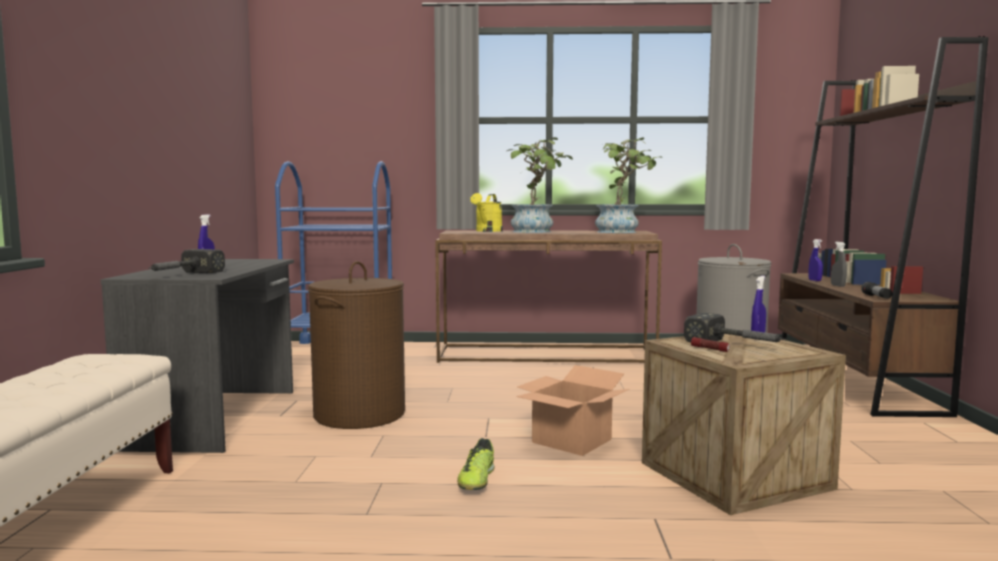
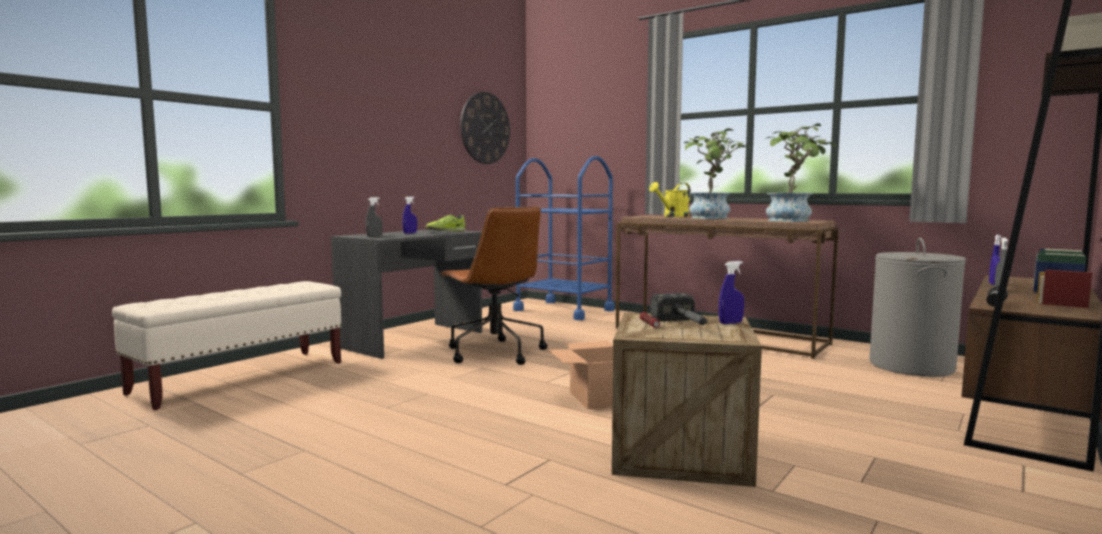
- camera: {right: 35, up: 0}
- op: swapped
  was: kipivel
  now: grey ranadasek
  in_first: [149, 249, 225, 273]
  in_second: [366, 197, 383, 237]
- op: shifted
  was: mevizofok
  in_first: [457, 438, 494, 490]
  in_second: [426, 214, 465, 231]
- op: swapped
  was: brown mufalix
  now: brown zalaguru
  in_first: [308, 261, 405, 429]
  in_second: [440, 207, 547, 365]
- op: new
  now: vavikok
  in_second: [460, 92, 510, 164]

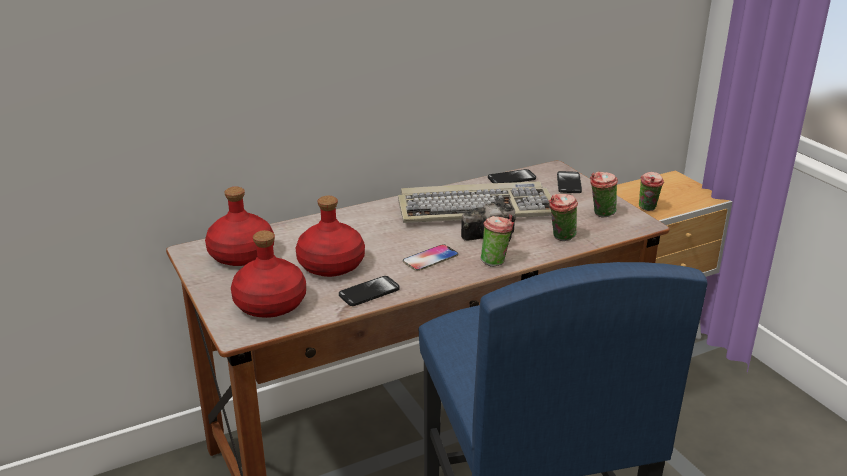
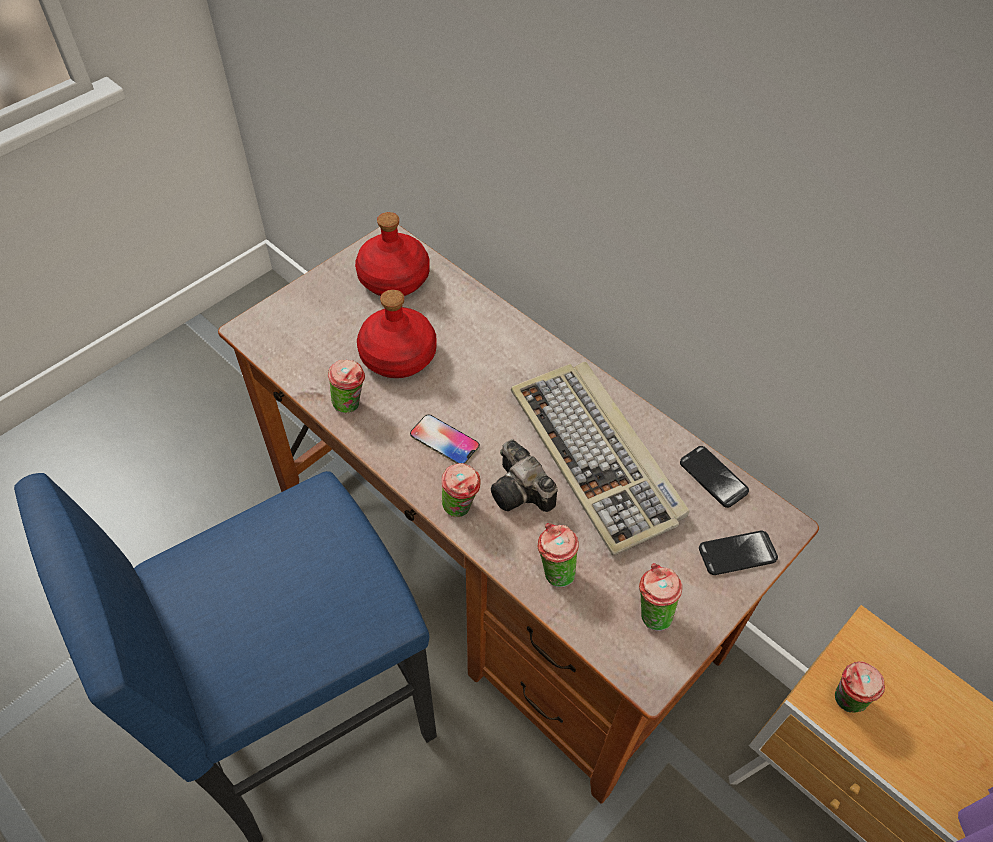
- camera: {right: 70, up: 25}
- op: swapped
  was: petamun
  now: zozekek
  in_first: [339, 276, 400, 306]
  in_second: [328, 360, 365, 413]
- op: gone
  was: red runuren
  in_first: [231, 230, 306, 318]

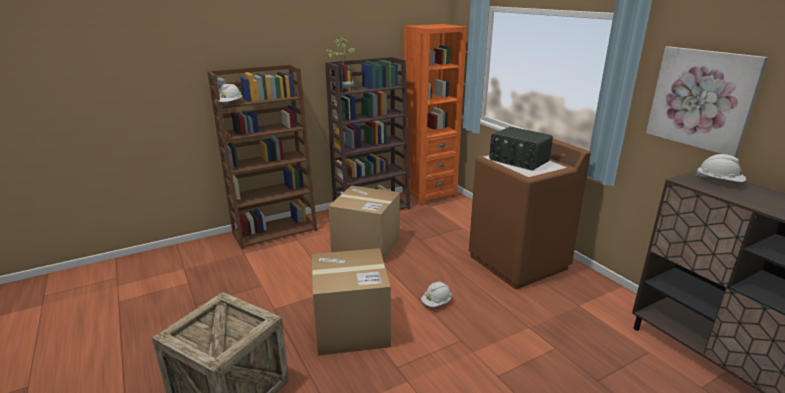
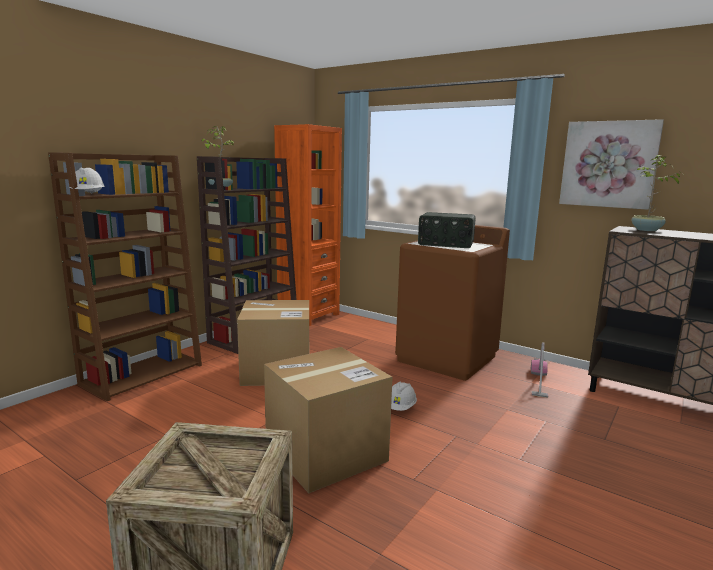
- camera: {right: -25, up: -10}
- op: new
  now: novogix
  in_second: [531, 342, 548, 398]
- op: swapped
  was: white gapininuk
  now: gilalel
  in_first: [696, 154, 746, 182]
  in_second: [632, 155, 684, 231]

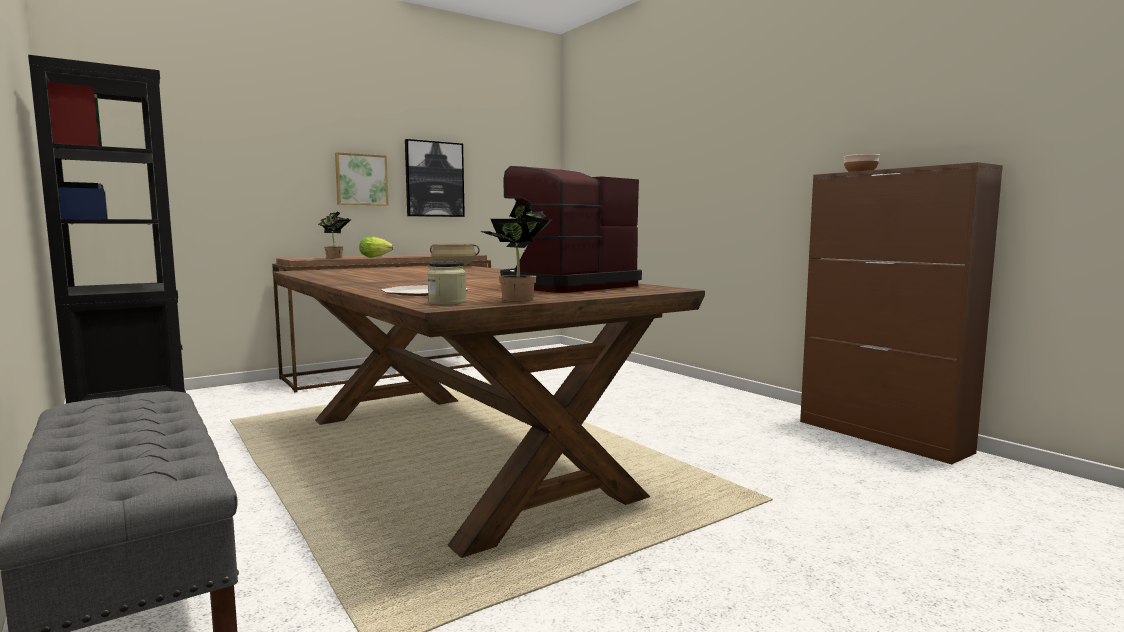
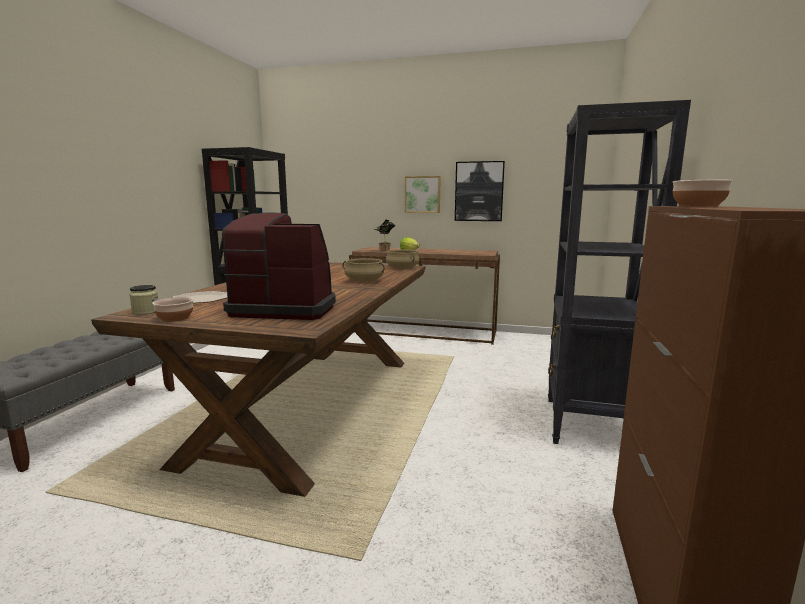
- camera: {right: 50, up: 5}
- op: swapped
  was: gilalel
  now: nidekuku
  in_first: [480, 201, 553, 301]
  in_second: [152, 297, 193, 322]
- op: new
  now: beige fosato
  in_second: [343, 258, 385, 282]
- op: new
  now: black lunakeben
  in_second: [548, 100, 691, 444]

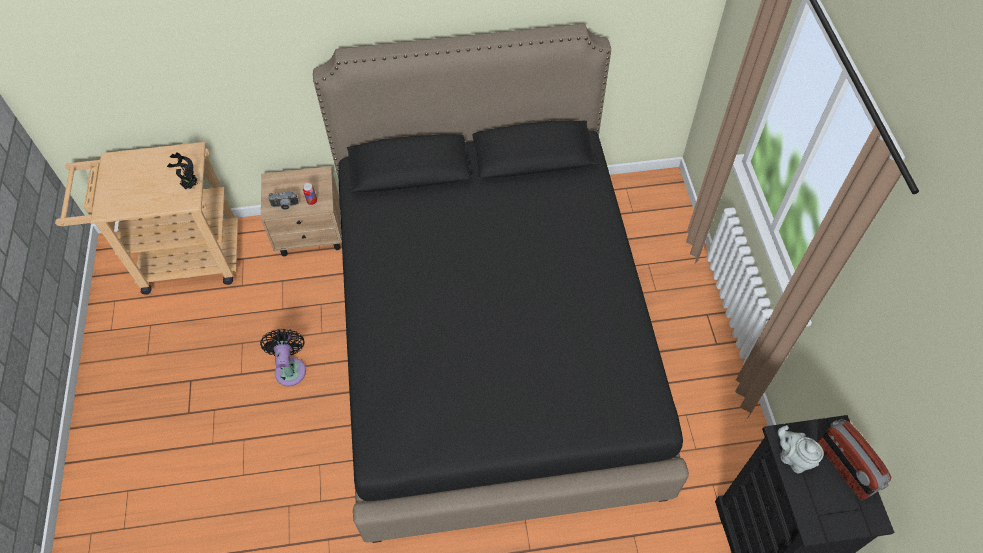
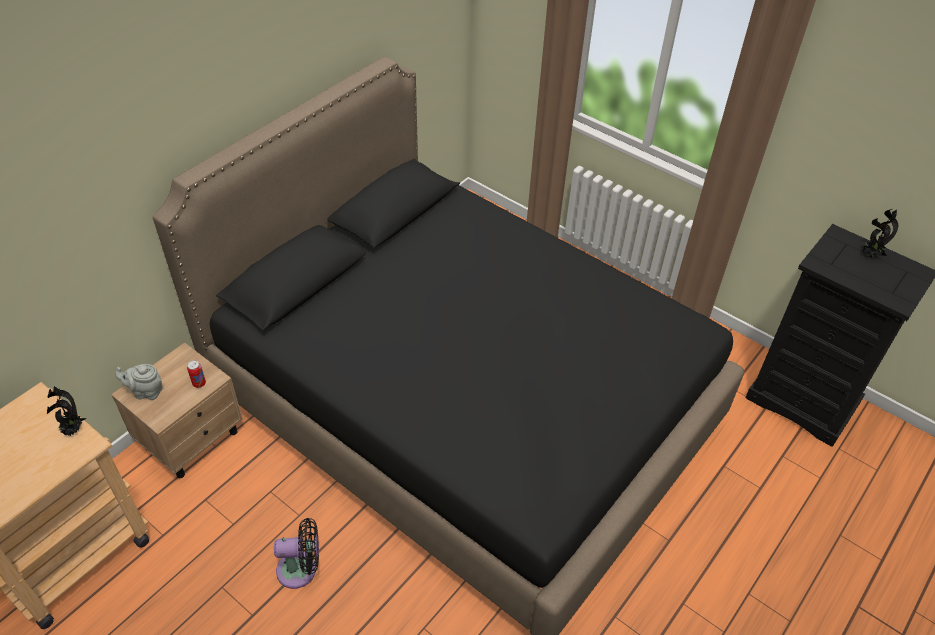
- camera: {right: -45, up: -10}
- op: shifted
  was: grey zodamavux
  in_first: [778, 425, 824, 473]
  in_second: [115, 364, 163, 400]
- op: rotated
  was: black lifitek
  in_first: [260, 329, 306, 386]
  in_second: [274, 518, 319, 589]
  clockwise: 135
- op: swapped
  was: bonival
  now: gilalel
  in_first: [818, 419, 891, 500]
  in_second: [863, 209, 898, 257]
- op: gone
  was: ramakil
  in_first: [268, 191, 299, 210]

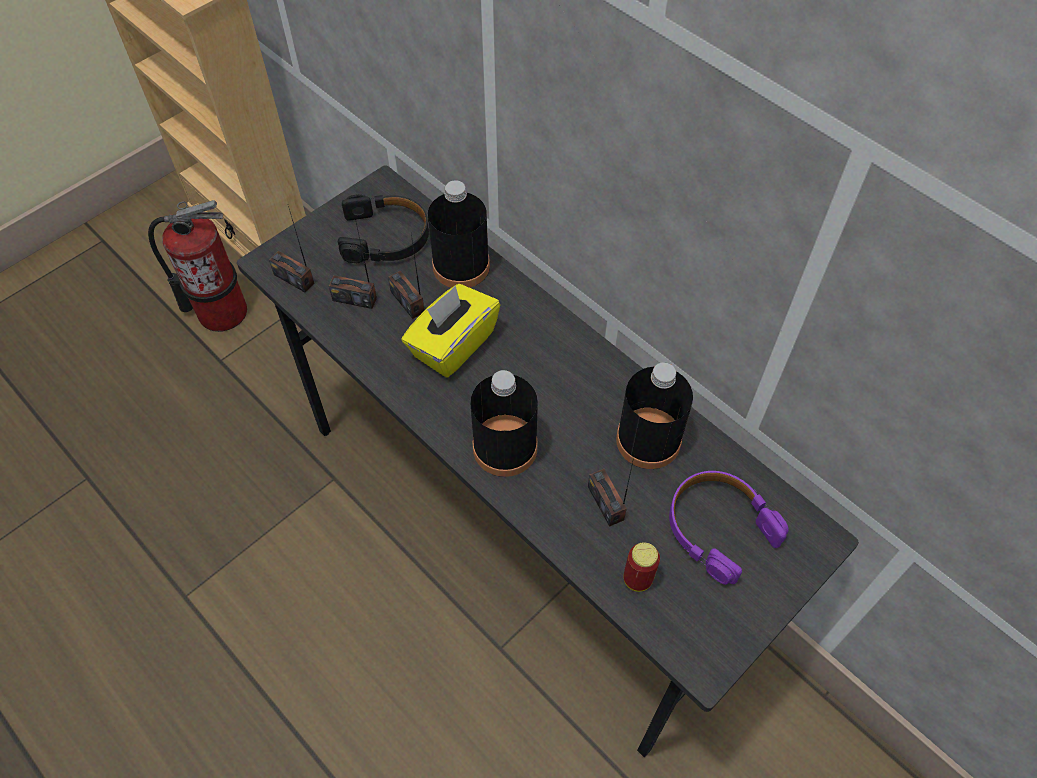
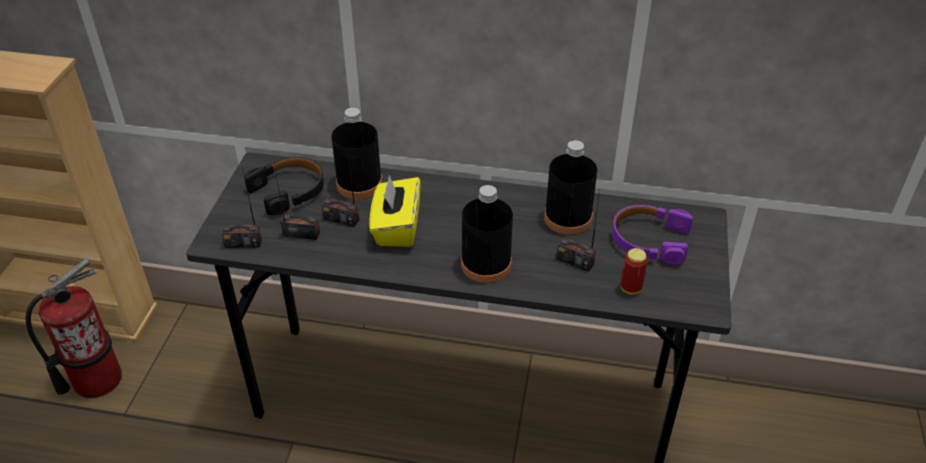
- camera: {right: -35, up: -15}
- op: rotated
  was: bonival
  in_first: [329, 223, 377, 309]
  in_second: [274, 165, 320, 240]
  clockwise: -150

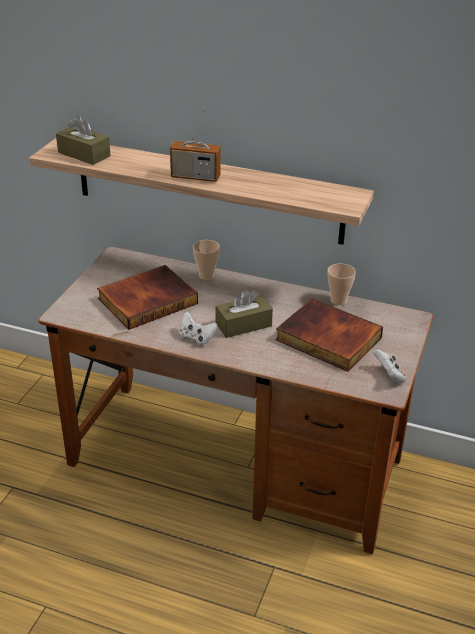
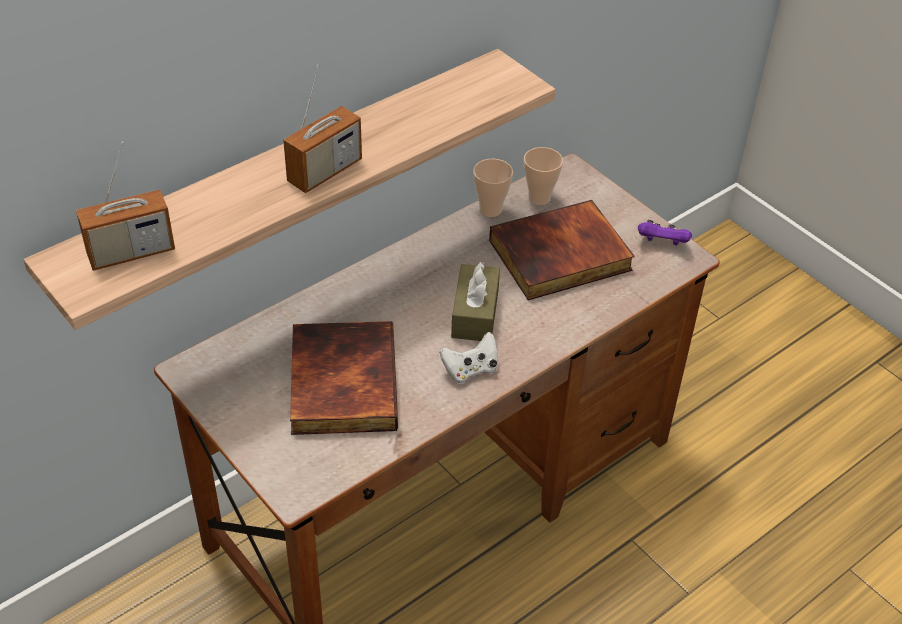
- camera: {right: -60, up: 10}
- op: swapped
  was: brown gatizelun
  now: bonival
  in_first: [56, 115, 111, 165]
  in_second: [76, 142, 175, 271]
- op: shifted
  was: zozekek
  in_first: [193, 240, 220, 280]
  in_second: [524, 147, 563, 205]
- op: repainted
  was: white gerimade
  now: purple gerimade
  in_first: [373, 349, 406, 384]
  in_second: [638, 220, 692, 245]

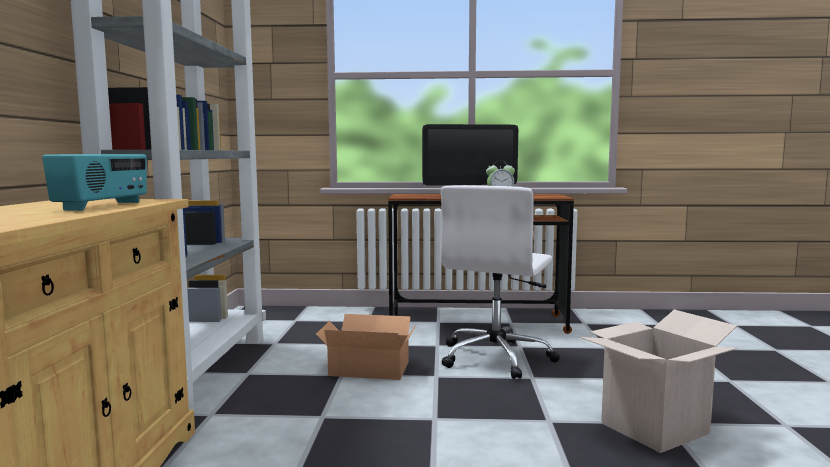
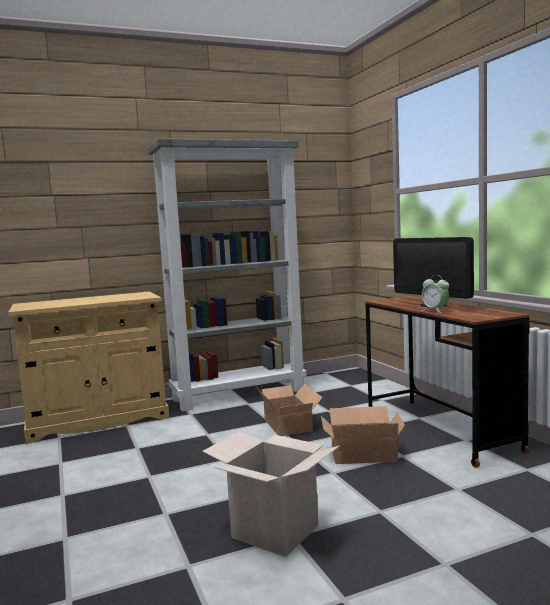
- camera: {right: 65, up: 0}
- op: swapped
  was: white zalaguru
  now: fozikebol
  in_first: [441, 185, 560, 379]
  in_second: [321, 406, 405, 464]
- op: gone
  was: bonival
  in_first: [42, 154, 147, 211]

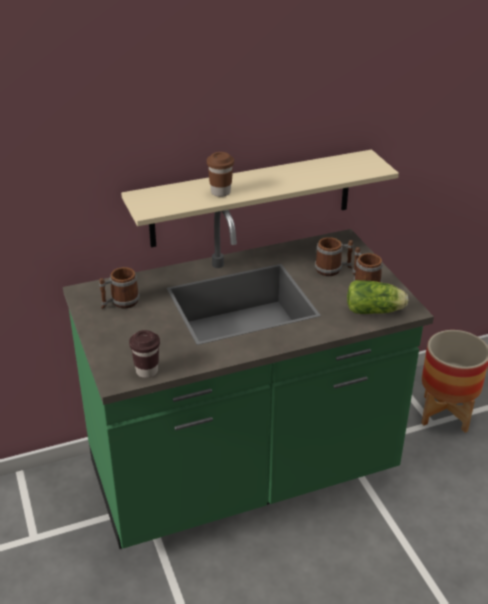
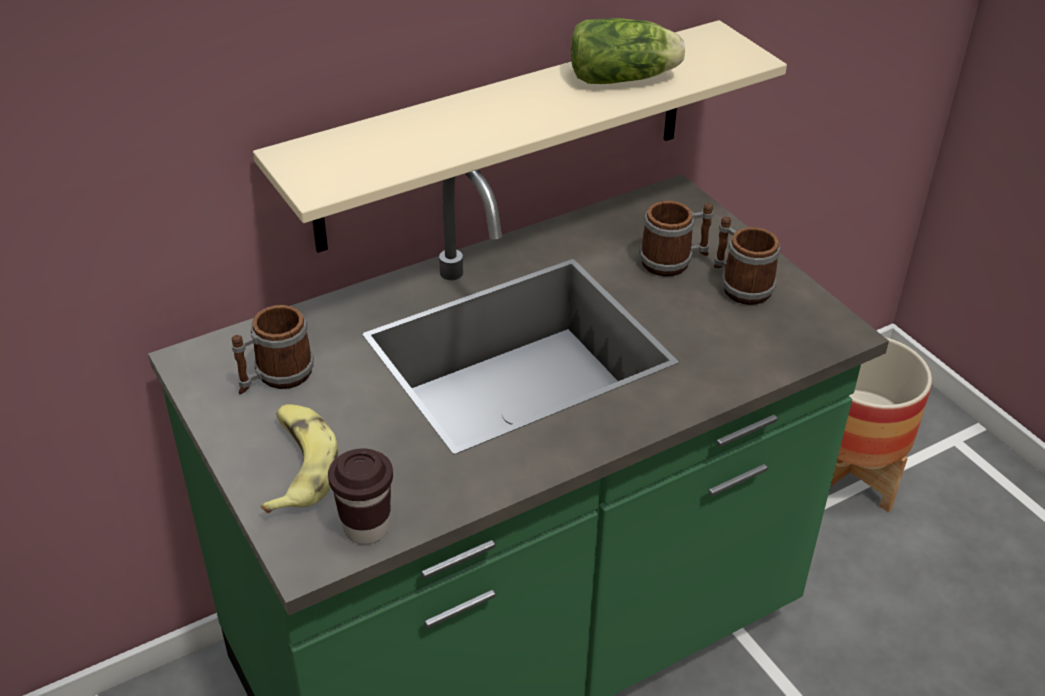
- camera: {right: -10, up: 5}
- op: new
  now: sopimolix
  in_second: [260, 404, 338, 514]
- op: shifted
  was: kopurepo
  in_first: [347, 280, 408, 314]
  in_second: [571, 18, 685, 84]
- op: gone
  was: brown zozekek
  in_first: [207, 152, 234, 197]

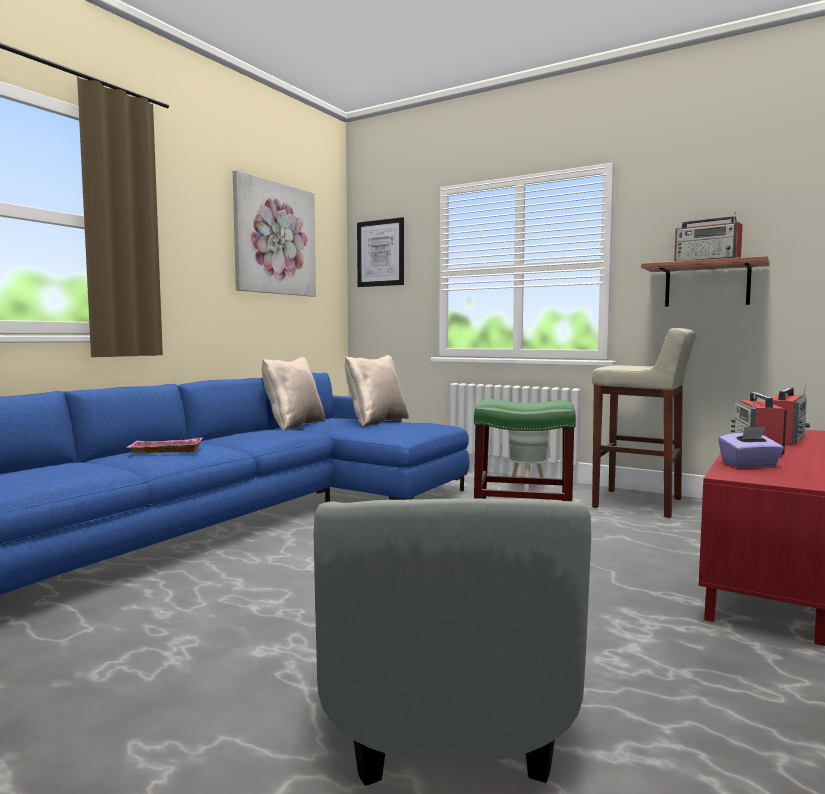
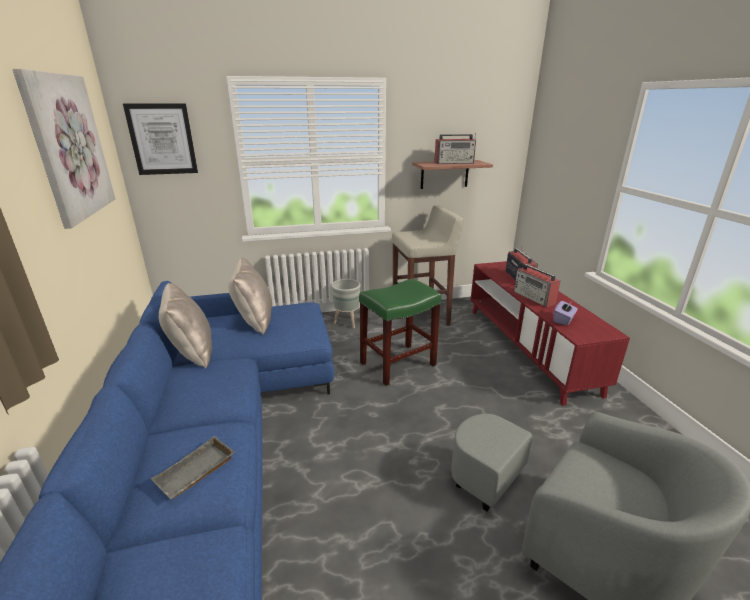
- camera: {right: -45, up: 20}
- op: repainted
  was: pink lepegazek
  now: grey lepegazek
  in_first: [126, 437, 203, 453]
  in_second: [151, 436, 234, 499]

